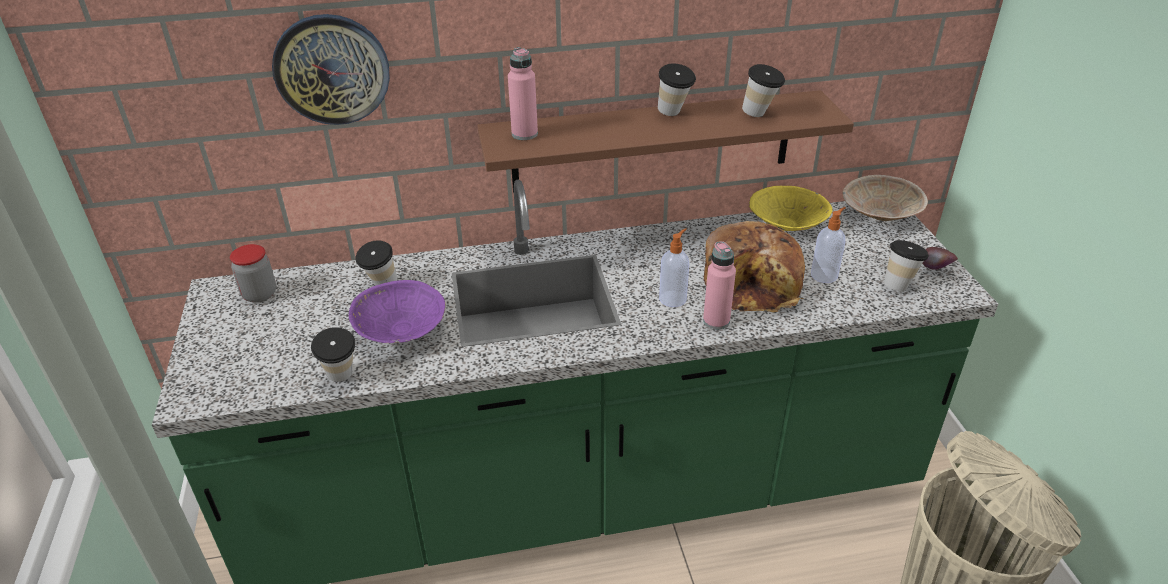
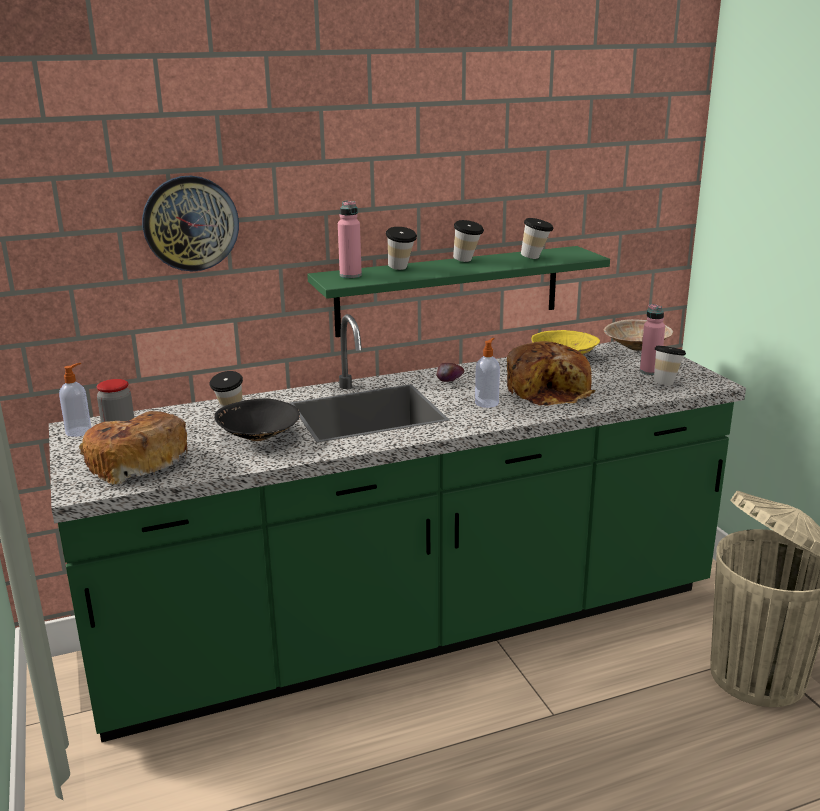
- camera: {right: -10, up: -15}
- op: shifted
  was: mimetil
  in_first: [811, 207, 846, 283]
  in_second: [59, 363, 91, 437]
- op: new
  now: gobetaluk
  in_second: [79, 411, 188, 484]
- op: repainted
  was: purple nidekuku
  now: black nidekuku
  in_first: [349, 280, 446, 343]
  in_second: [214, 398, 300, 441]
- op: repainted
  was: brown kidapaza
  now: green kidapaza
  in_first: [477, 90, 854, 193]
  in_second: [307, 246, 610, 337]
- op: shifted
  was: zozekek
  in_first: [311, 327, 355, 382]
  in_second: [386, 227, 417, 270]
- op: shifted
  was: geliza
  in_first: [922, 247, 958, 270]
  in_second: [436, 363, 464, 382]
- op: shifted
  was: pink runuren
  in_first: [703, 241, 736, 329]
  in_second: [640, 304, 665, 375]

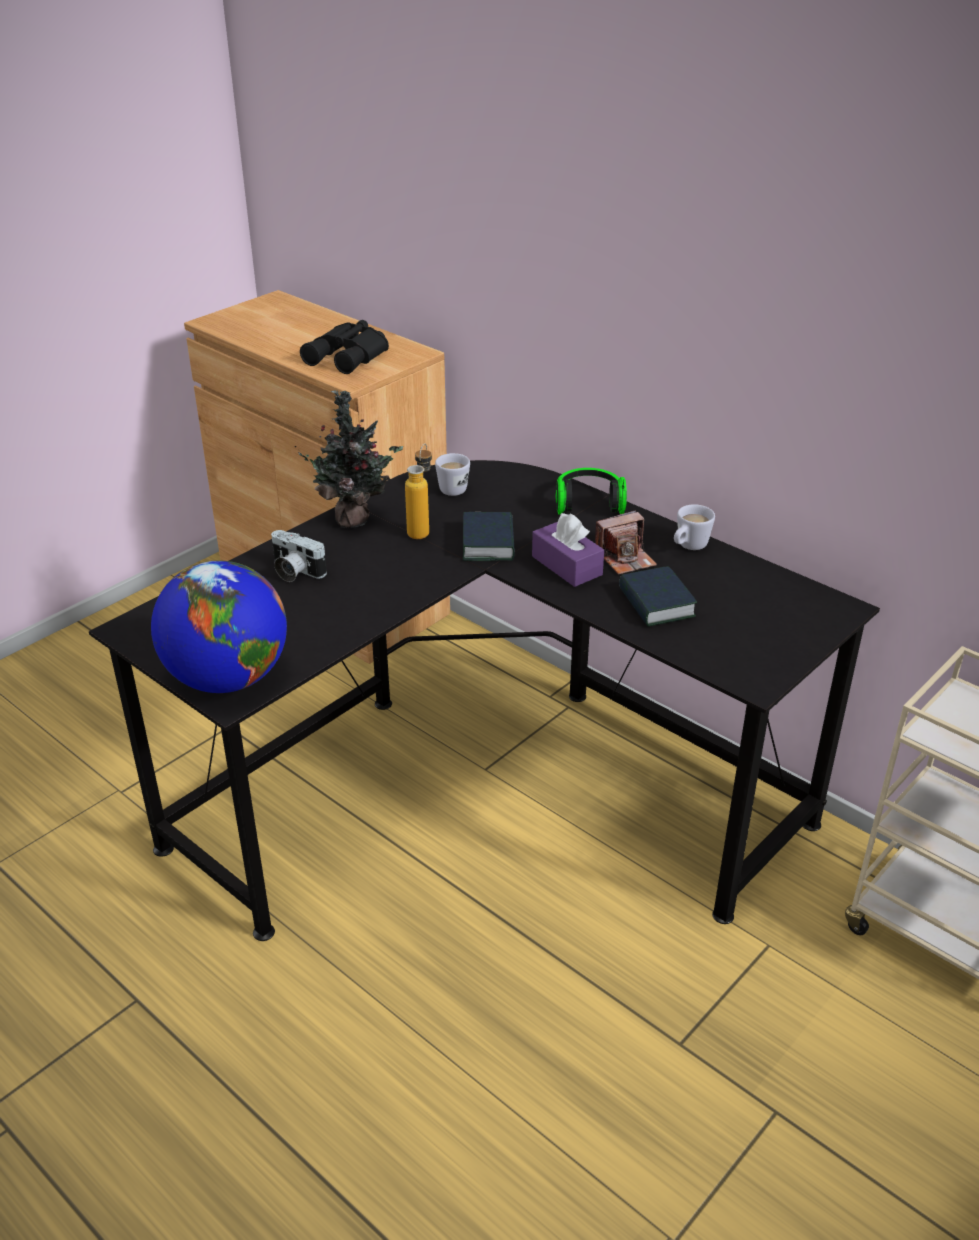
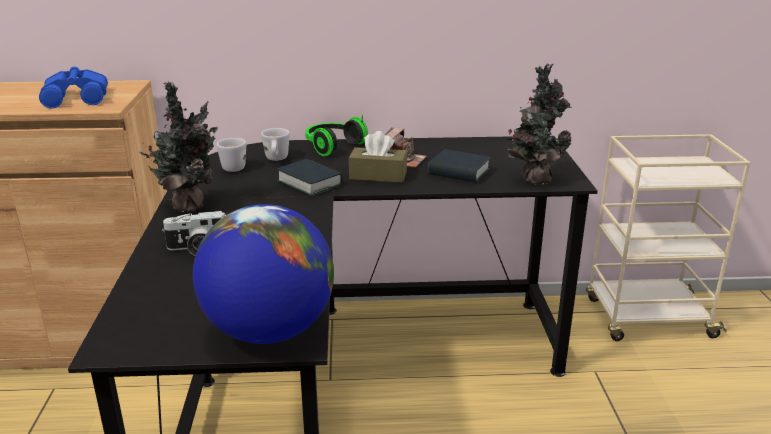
- camera: {right: -45, up: -10}
- op: repainted
  was: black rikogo
  now: blue rikogo
  in_first: [300, 320, 389, 374]
  in_second: [39, 66, 108, 108]
- op: shifted
  was: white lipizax
  in_first: [674, 504, 715, 550]
  in_second: [261, 128, 290, 161]
- op: repainted
  was: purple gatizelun
  now: brown gatizelun
  in_first: [532, 513, 604, 587]
  in_second: [349, 131, 407, 183]
- op: new
  now: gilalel
  in_second: [507, 63, 572, 185]
- op: gone
  was: runuren
  in_first: [405, 443, 432, 539]

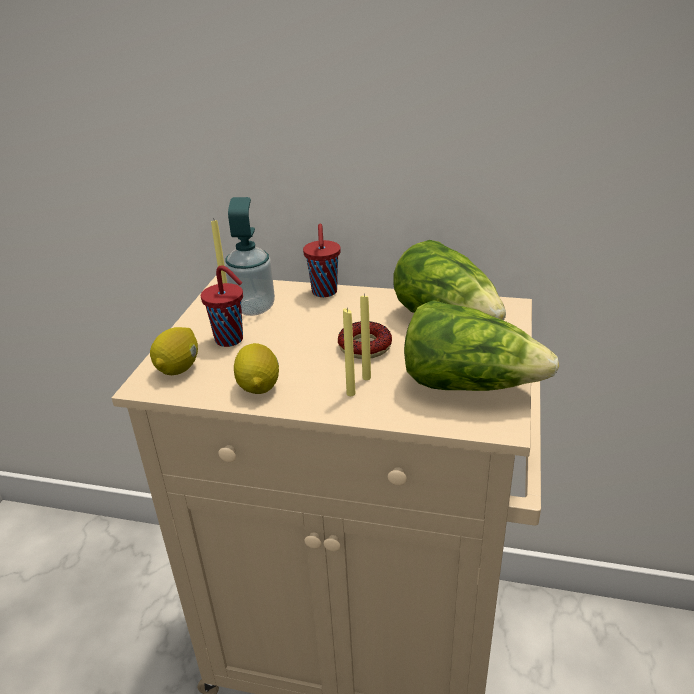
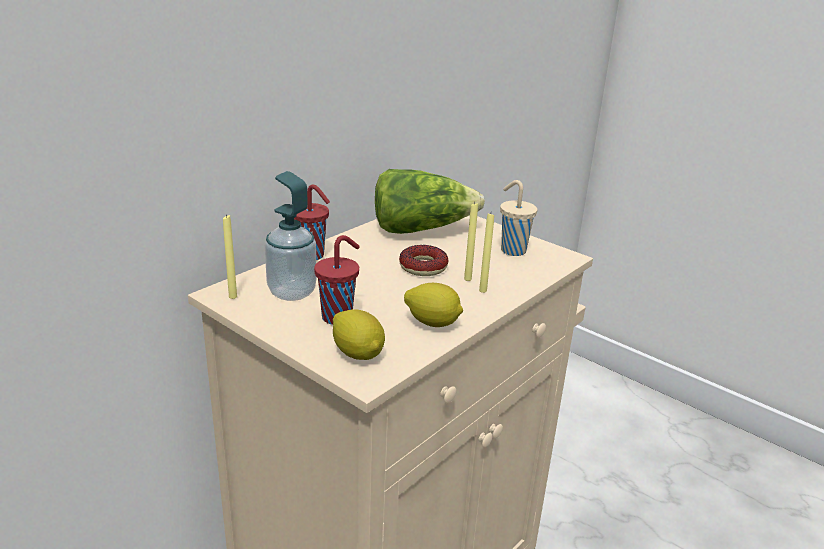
- camera: {right: -65, up: -5}
- op: swapped
  was: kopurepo
  now: beige zozekek
  in_first: [404, 301, 559, 391]
  in_second: [500, 180, 537, 256]

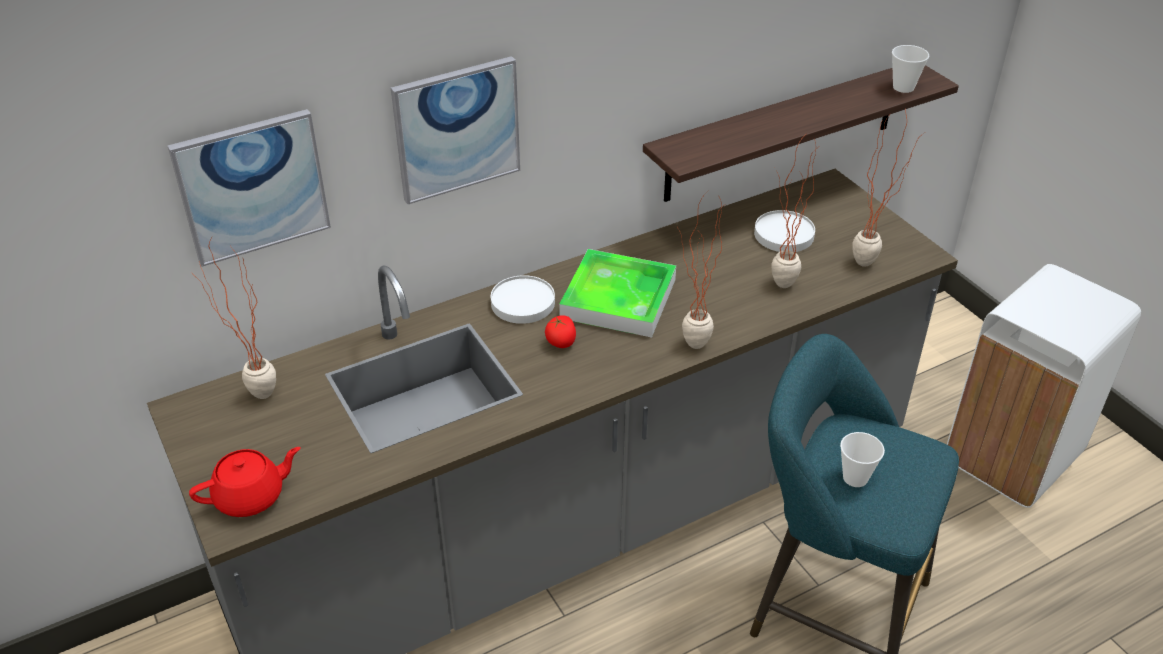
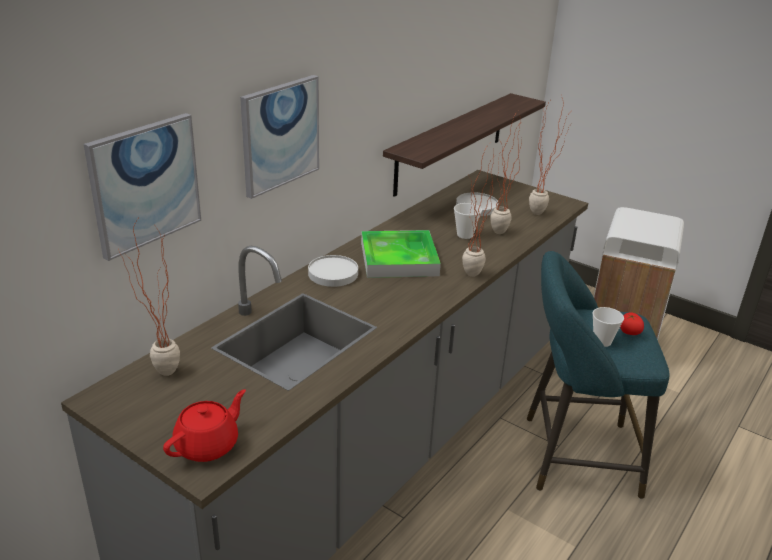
- camera: {right: -25, up: -10}
- op: shifted
  was: zozekek
  in_first: [892, 45, 929, 93]
  in_second: [454, 203, 482, 239]
- op: shifted
  was: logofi
  in_first: [545, 315, 576, 348]
  in_second: [620, 312, 644, 335]

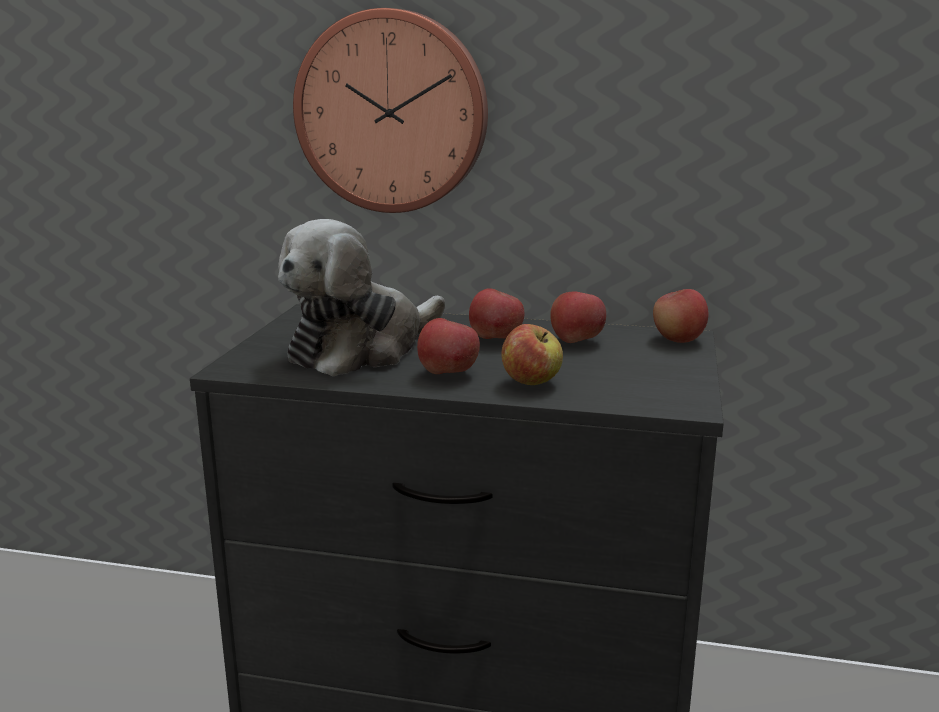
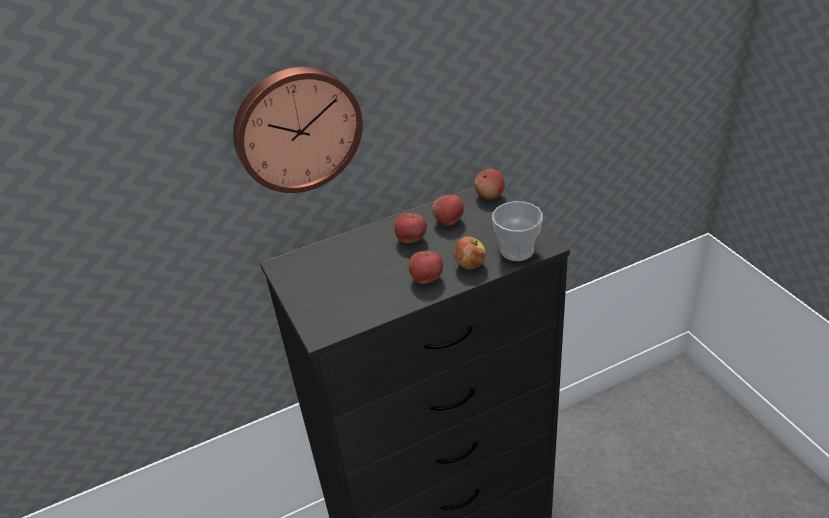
- camera: {right: -35, up: 20}
- op: new
  now: zozekek
  in_second: [492, 201, 543, 261]
- op: gone
  was: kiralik
  in_first: [278, 219, 445, 376]

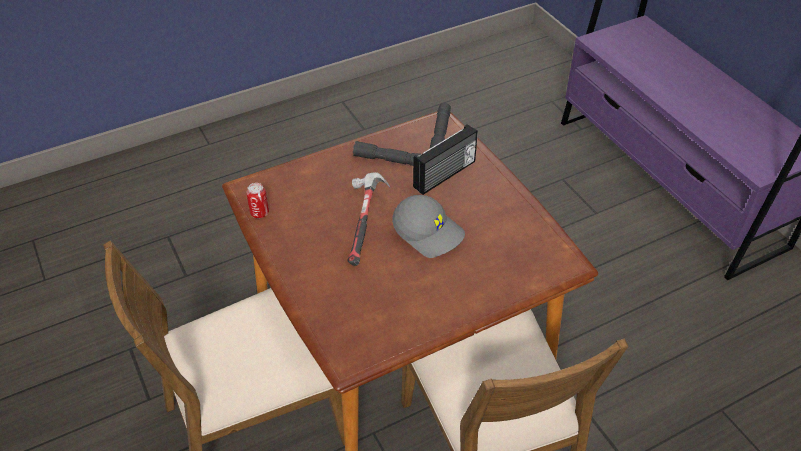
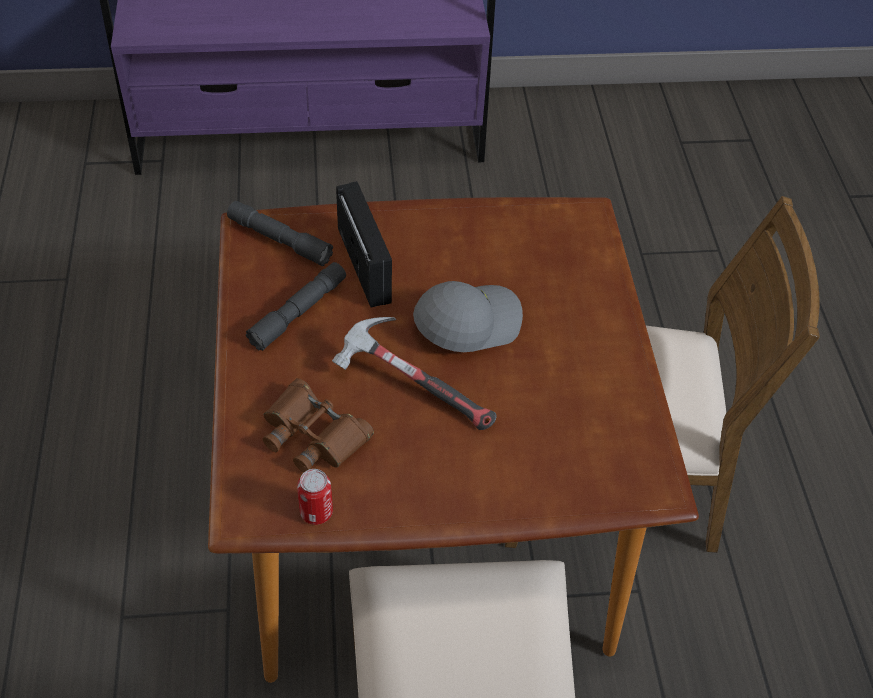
- camera: {right: -70, up: 5}
- op: new
  now: brown rikogo
  in_second: [263, 378, 374, 472]

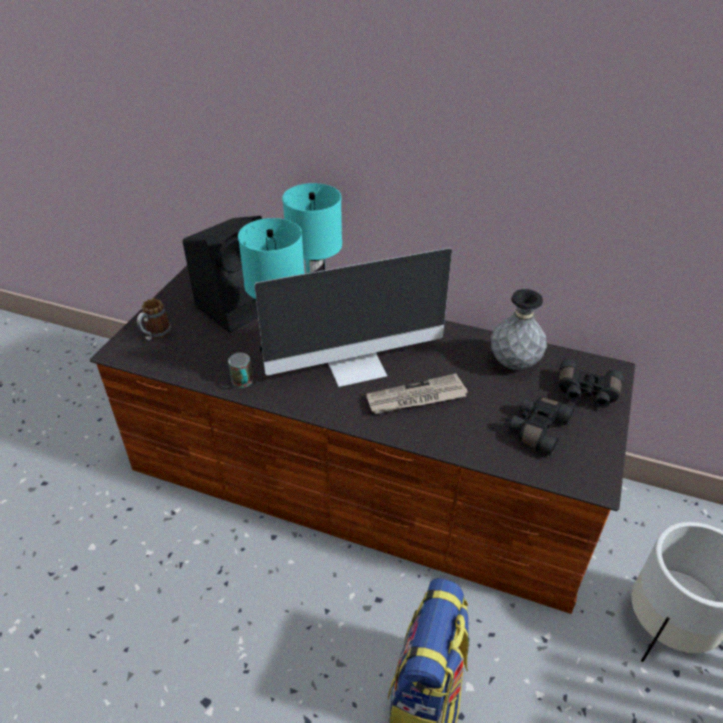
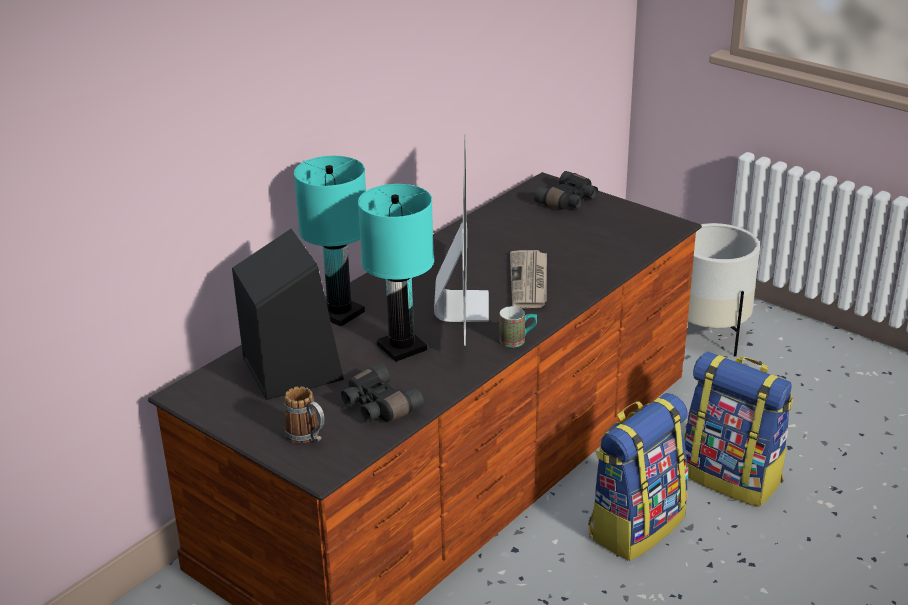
- camera: {right: -70, up: -10}
- op: shifted
  was: black rikogo
  in_first: [509, 397, 574, 456]
  in_second: [341, 363, 424, 422]
- op: shifted
  was: lipizax
  in_first: [228, 353, 253, 388]
  in_second: [500, 306, 537, 347]
- op: new
  now: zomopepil
  in_second: [588, 393, 688, 561]
- op: gone
  was: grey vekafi
  in_first: [491, 289, 547, 370]

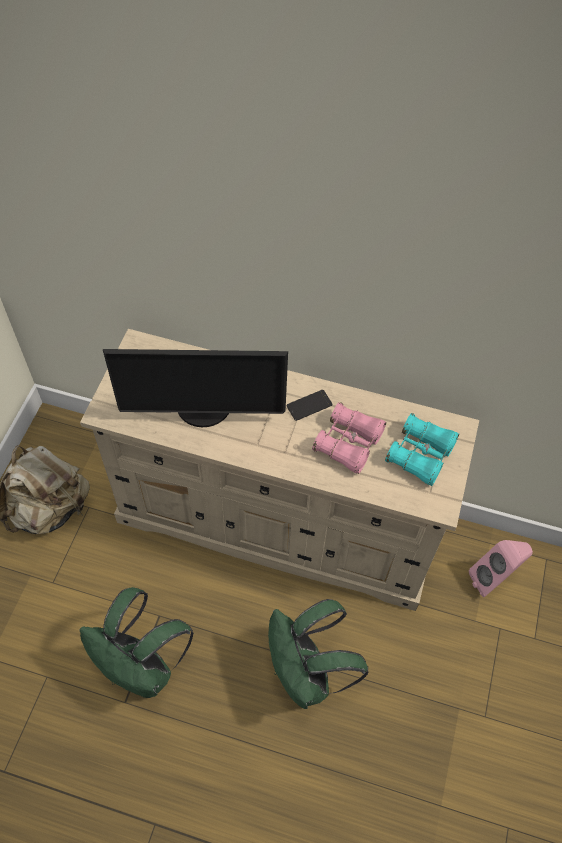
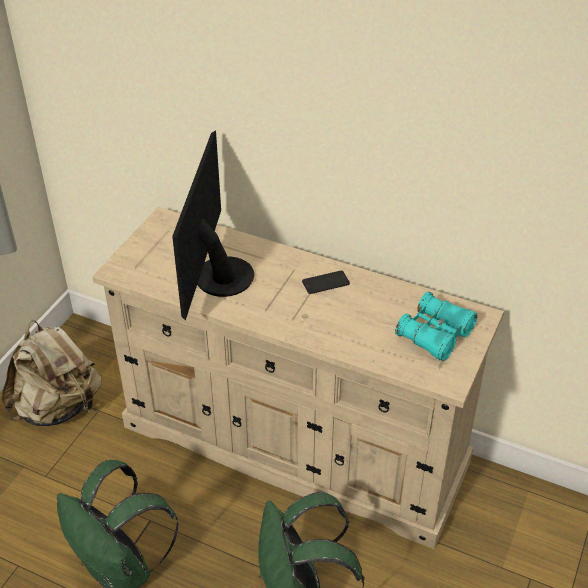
- camera: {right: 10, up: -15}
- op: rotated
  was: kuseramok
  in_first: [103, 349, 288, 427]
  in_second: [172, 131, 254, 321]
  clockwise: 90
- op: gone
  was: pink rikogo
  in_first: [312, 402, 386, 474]
- op: gone
  was: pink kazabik
  in_first: [469, 540, 533, 597]

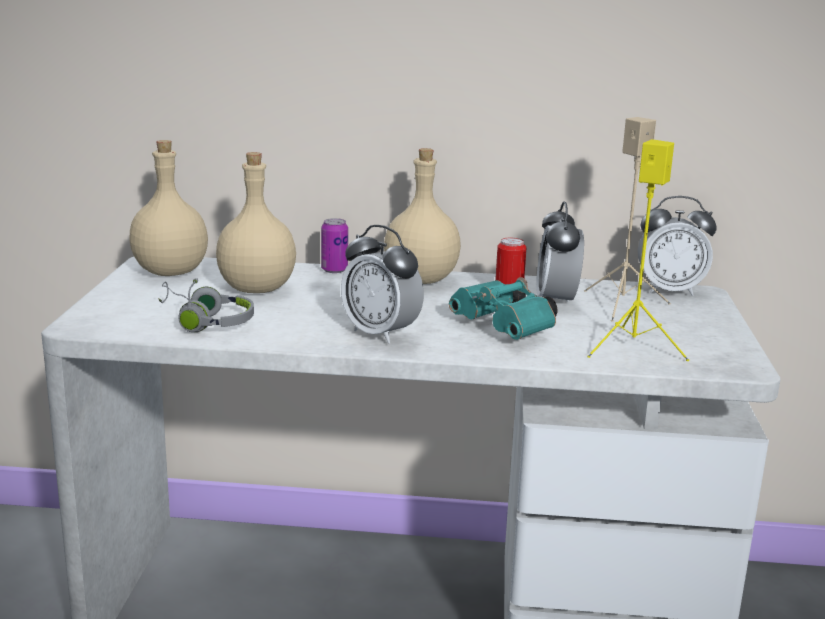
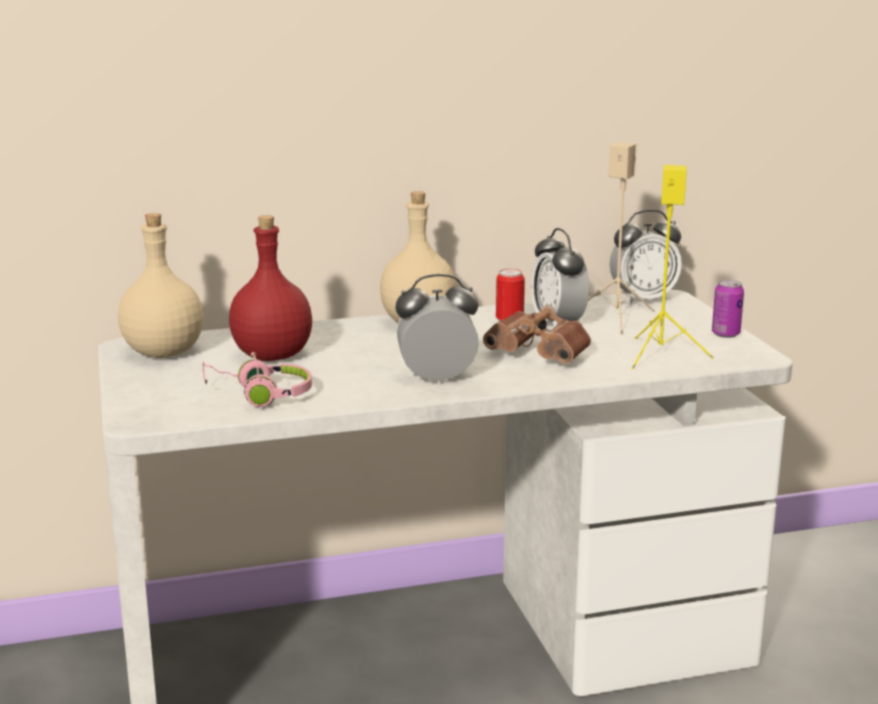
- camera: {right: -20, up: 0}
- op: repainted
  was: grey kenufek
  now: pink kenufek
  in_first: [158, 278, 254, 332]
  in_second: [203, 352, 312, 407]
- op: repainted
  was: beige runuren
  now: red runuren
  in_first: [216, 152, 296, 293]
  in_second: [229, 215, 312, 361]
- op: rotated
  was: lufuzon
  in_first: [341, 225, 424, 344]
  in_second: [395, 274, 479, 383]
  clockwise: 150
- op: repainted
  was: turquoise rikogo
  now: brown rikogo
  in_first: [449, 277, 557, 340]
  in_second: [483, 305, 591, 364]
- op: shifted
  was: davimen
  in_first: [321, 218, 348, 273]
  in_second: [712, 280, 744, 338]

